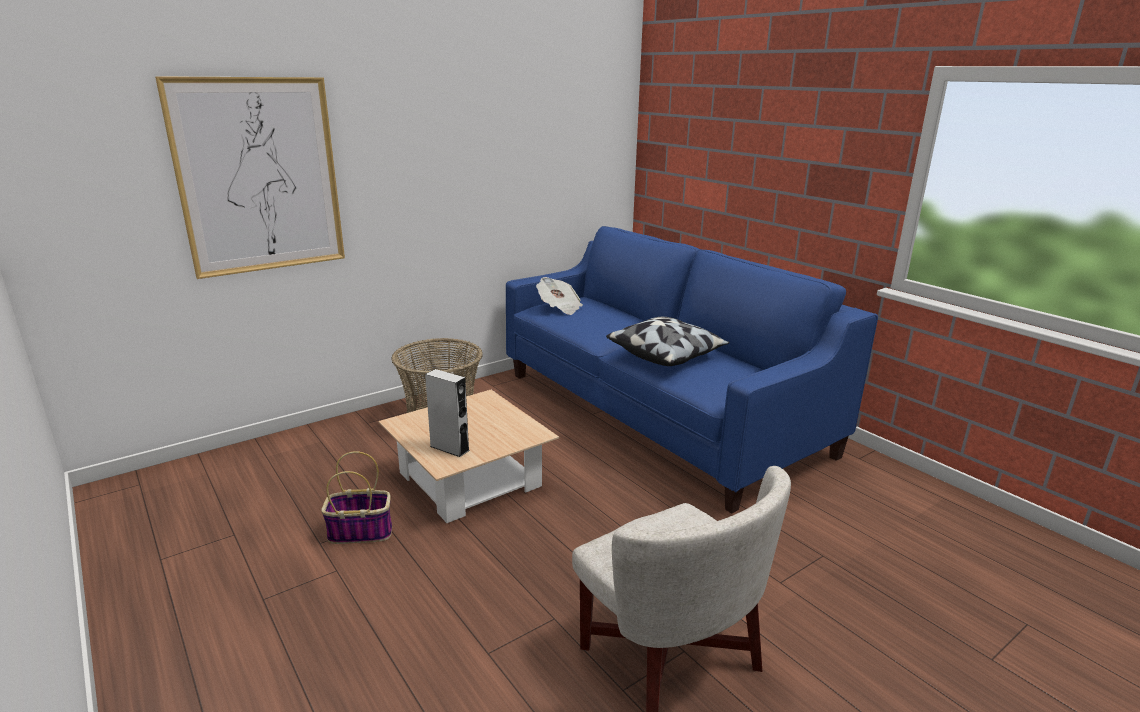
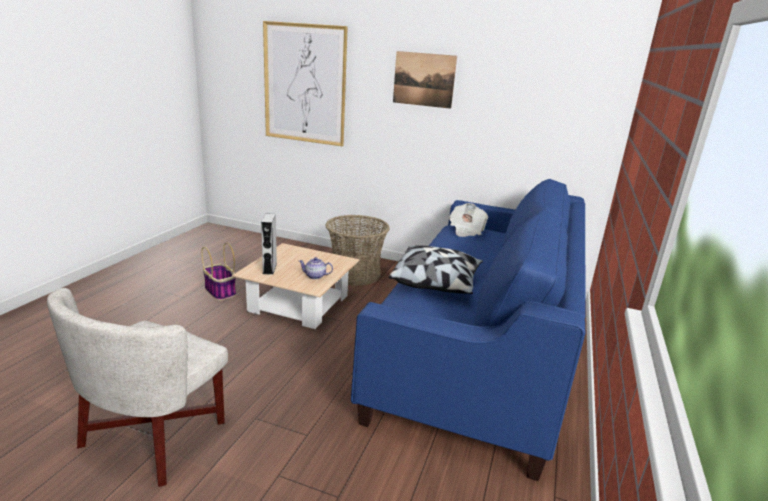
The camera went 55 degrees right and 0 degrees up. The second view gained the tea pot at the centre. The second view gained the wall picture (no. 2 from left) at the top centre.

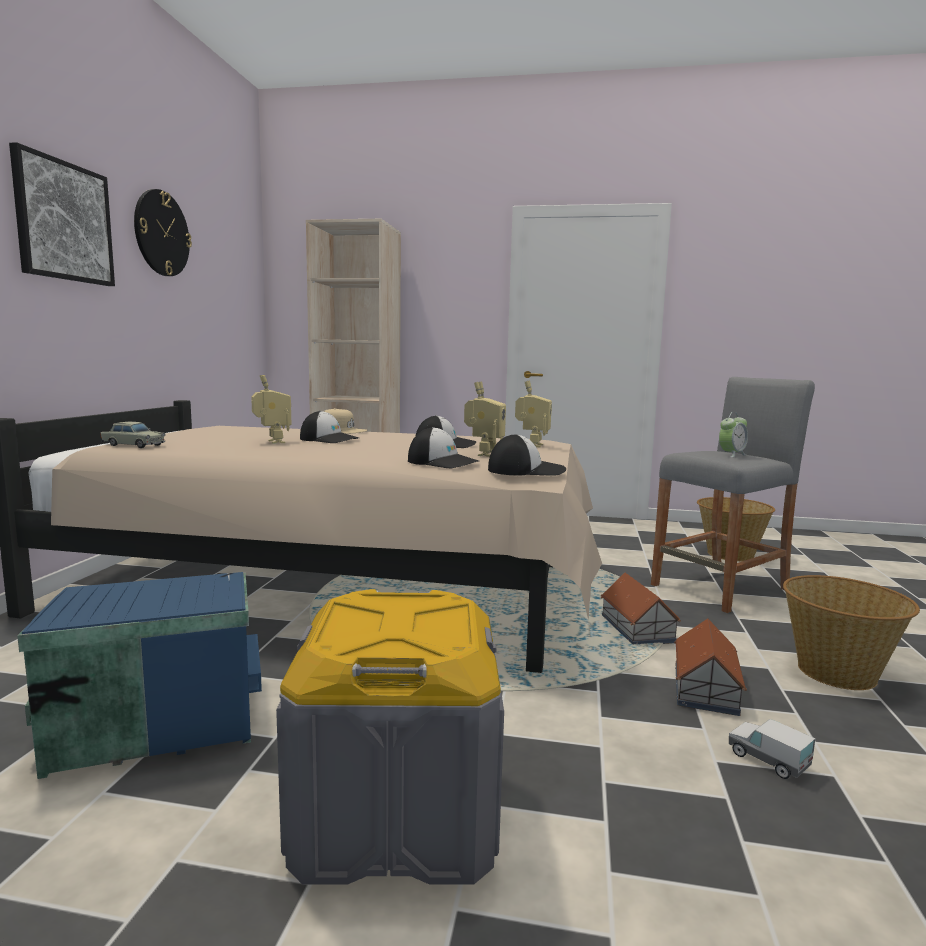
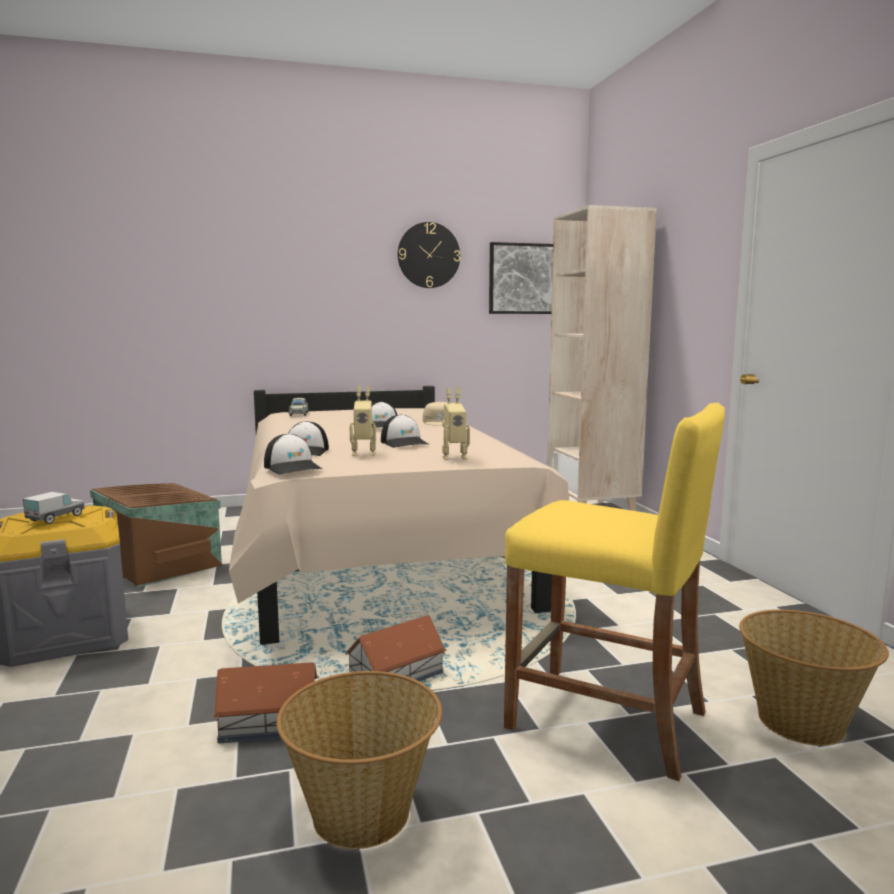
The camera went 65 degrees right and 0 degrees up. The second view lost the model robot (no. 1 from left) at the middle left. The second view lost the alarm clock at the middle right. The wall picture ended up elsewhere, having gone from the top left to the top centre. The toy truck ended up elsewhere, having gone from the bottom right to the middle left. What was the blue storage box at the bottom left turned into the brown-coloured storage box at the middle left. What was the greyish sitting stool at the middle right turned into the yellow-coloured sitting stool at the middle right.

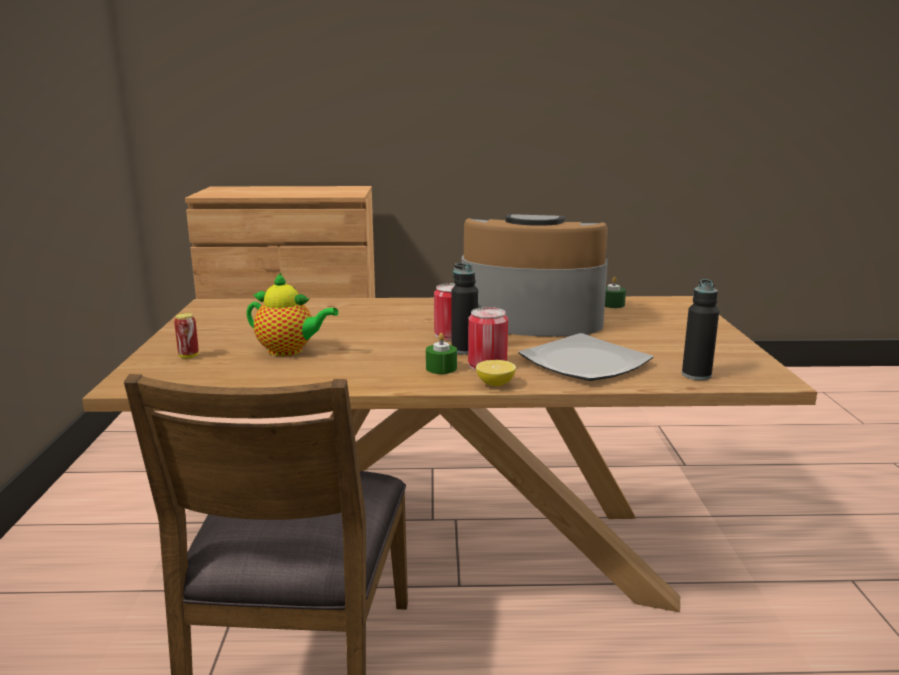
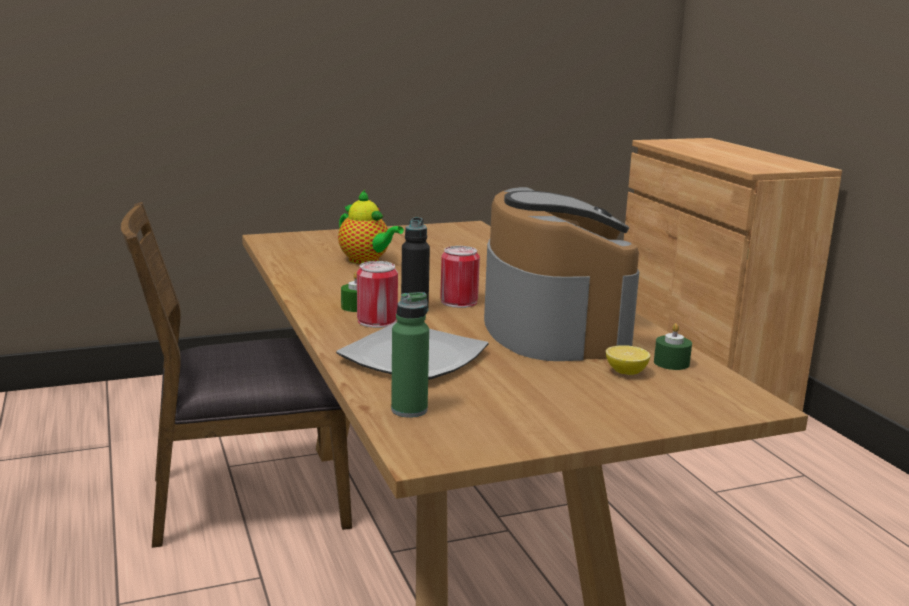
The camera went 70 degrees right and 0 degrees up. The second view lost the can (no. 1 from left) at the middle left. The whole lemon ended up elsewhere, having gone from the centre to the middle right. What was the black-coloured drink bottle (no. 2 from left) at the middle right turned into the green-coloured drink bottle at the centre. The tea pot at the middle left ended up facing another way, 45 degrees counterclockwise from before.

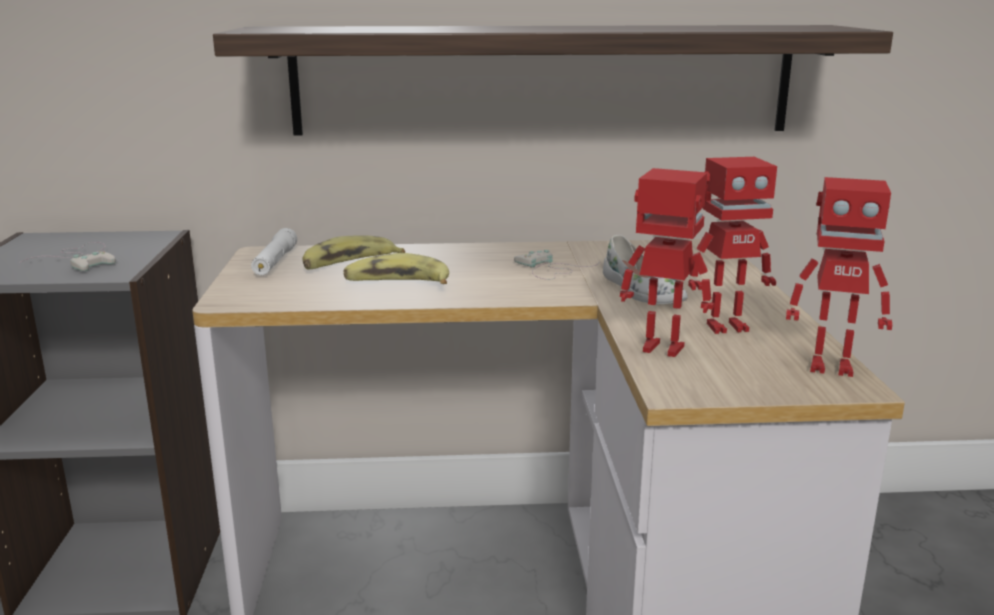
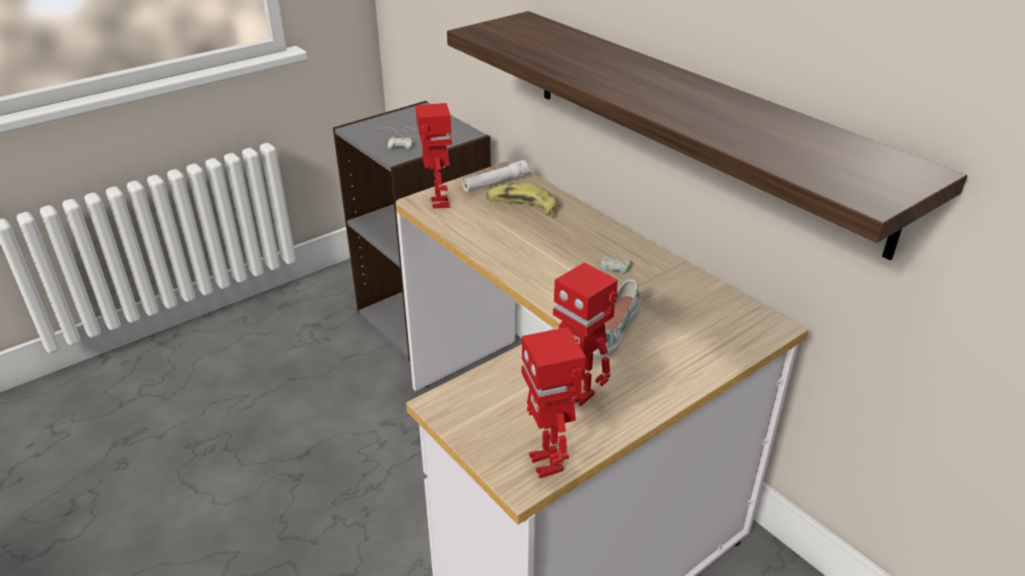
The camera went 55 degrees right and 15 degrees up. The second view lost the banana fruit (no. 2 from left) at the centre. The model robot (no. 1 from left) ended up elsewhere, having gone from the middle right to the top centre.

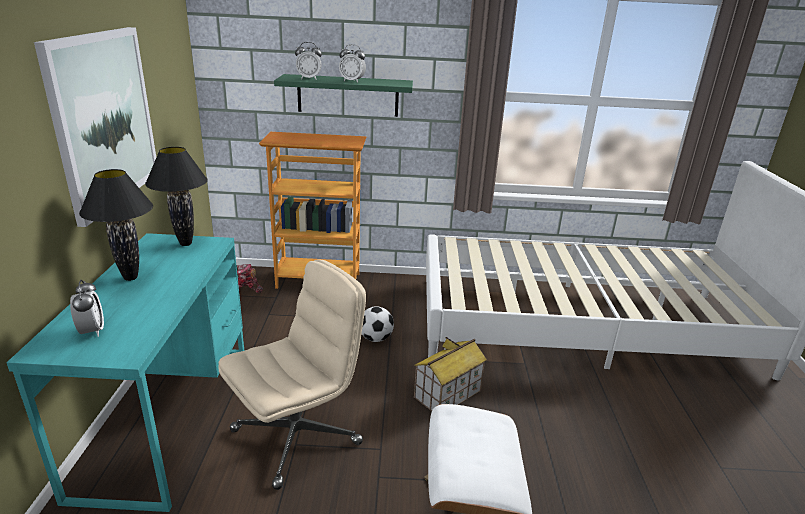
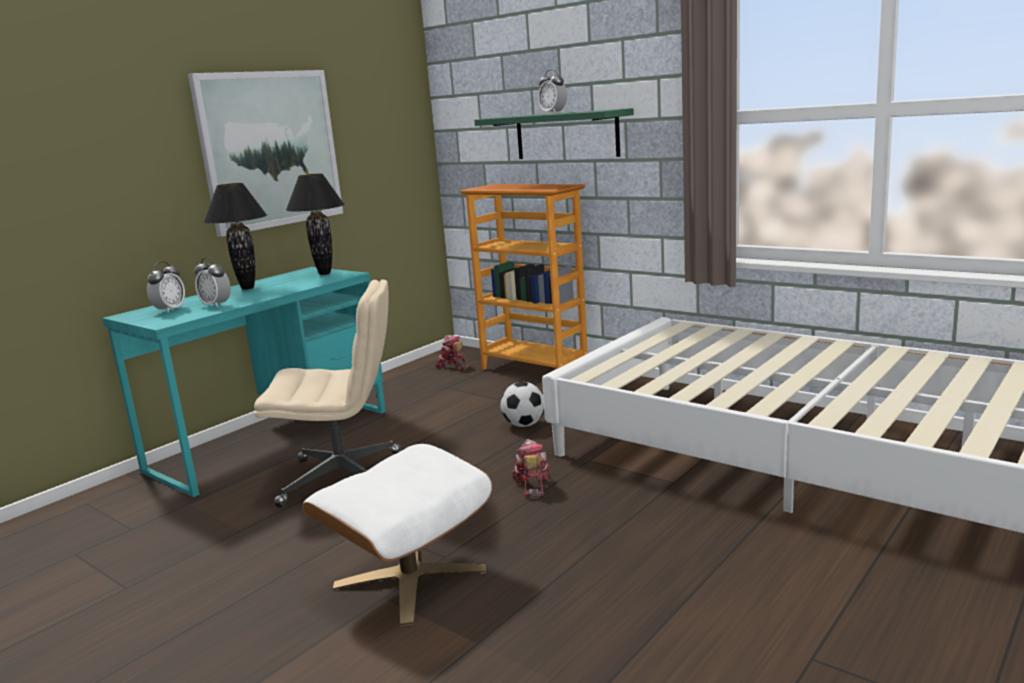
The camera went 40 degrees right and 10 degrees down. The alarm clock (no. 2 from left) ended up elsewhere, having gone from the top centre to the middle left. Where the miniature house stood at the bottom centre, the model robot (no. 2 from left) came to stand at the bottom centre.

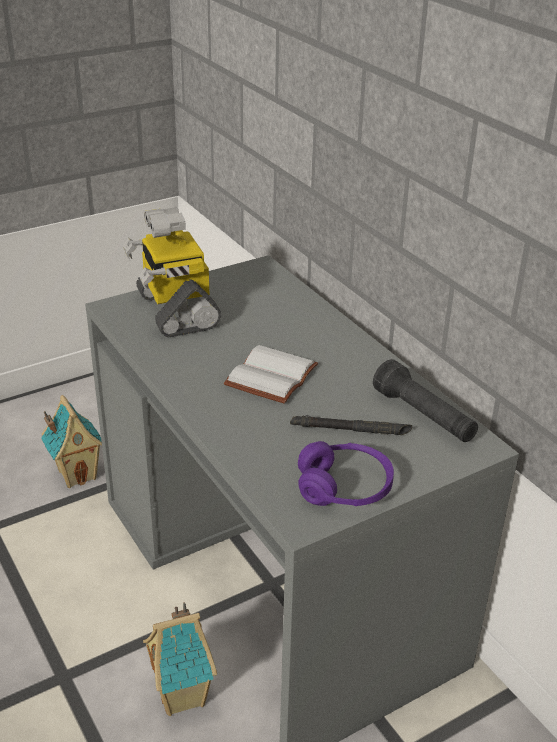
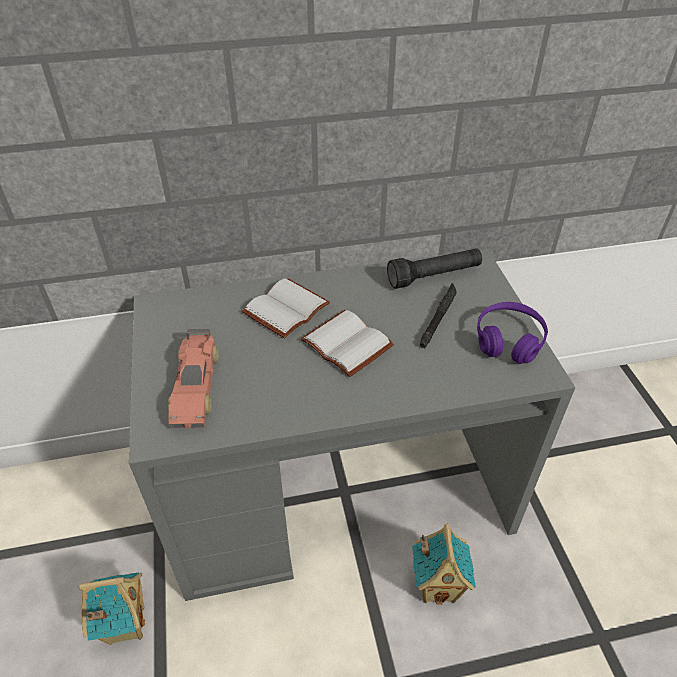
The camera went 70 degrees left and 10 degrees up. The second view gained the white-coloured bound book (no. 1 from left) at the centre. Where the model robot stood at the middle left, the toy car came to stand at the middle left.

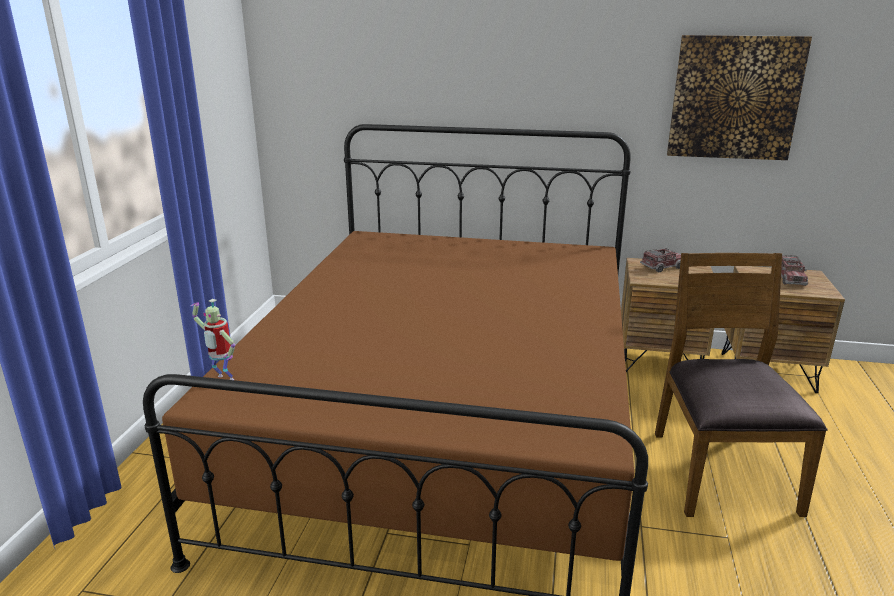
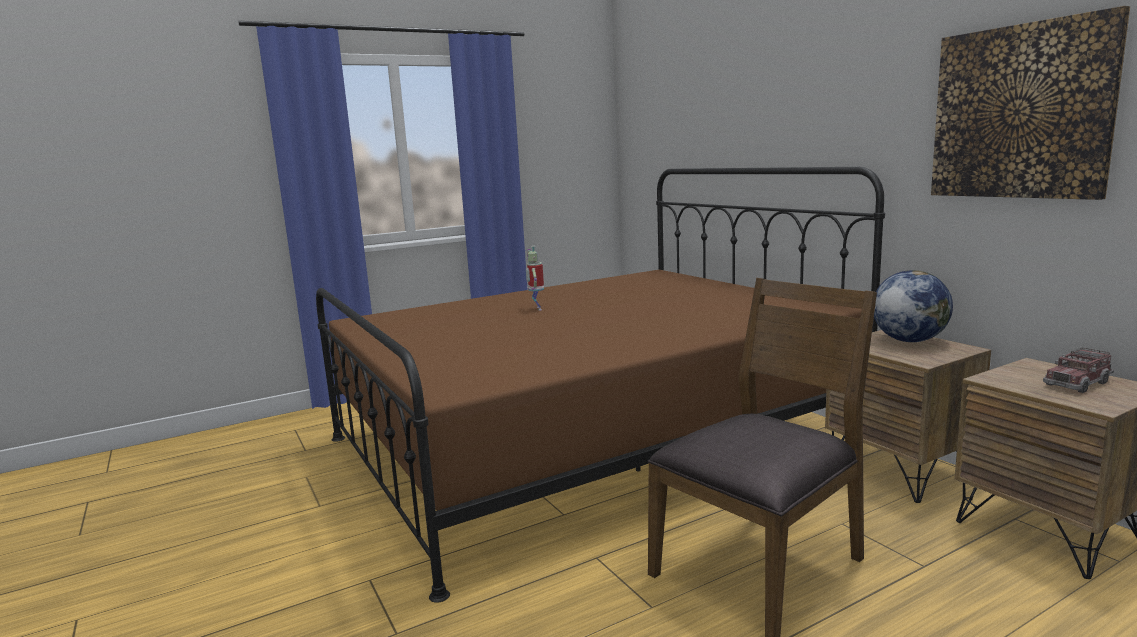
The camera went 50 degrees right and 10 degrees down. The model robot ended up elsewhere, having gone from the middle left to the centre. Where the toy truck (no. 1 from left) stood at the middle right, the globe came to stand at the middle right.

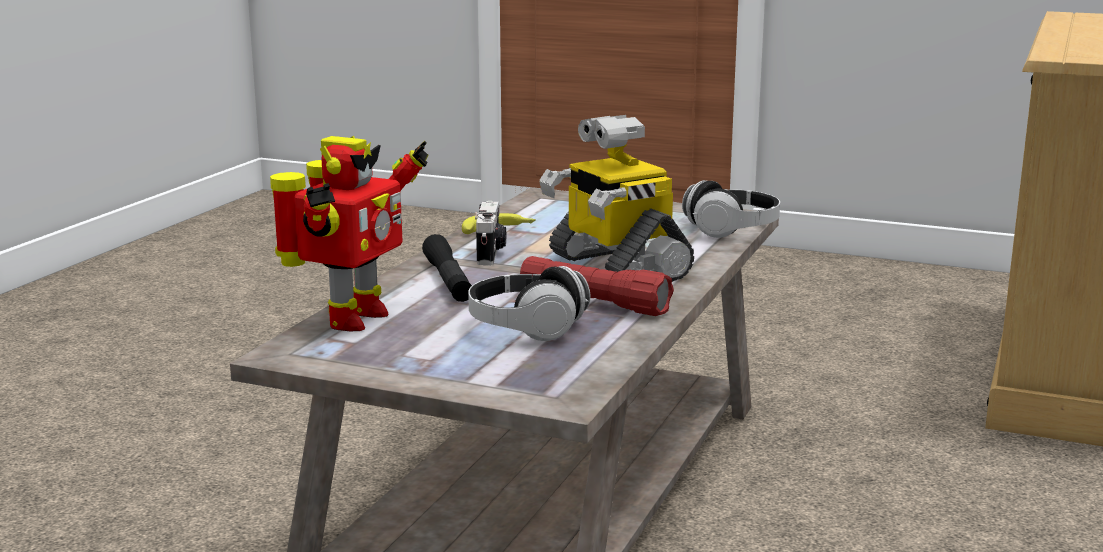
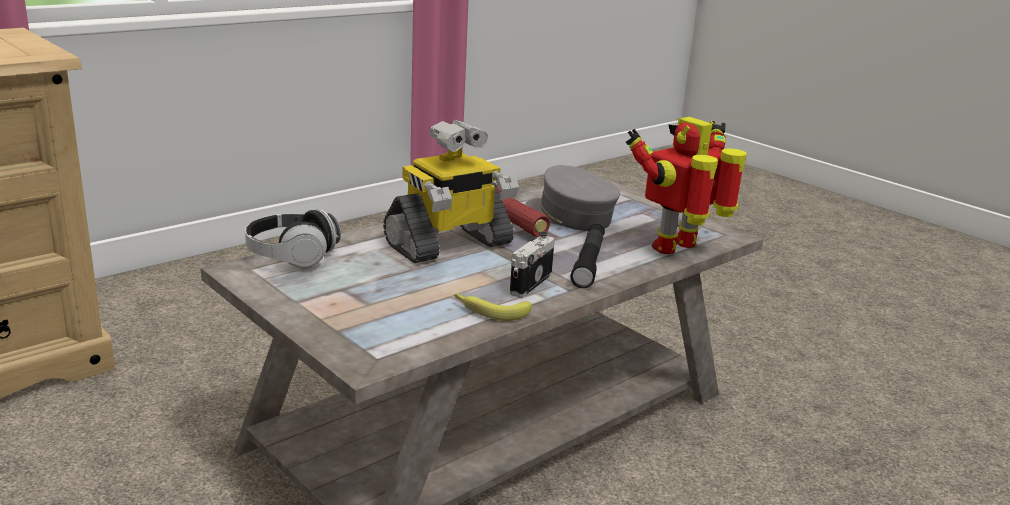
The camera went 155 degrees left and 5 degrees up. Where the headset (no. 1 from left) stood at the centre, the greyish peaked cap came to stand at the centre. The model robot (no. 2 from left in the first image) at the centre ended up facing another way, 60 degrees clockwise from before.

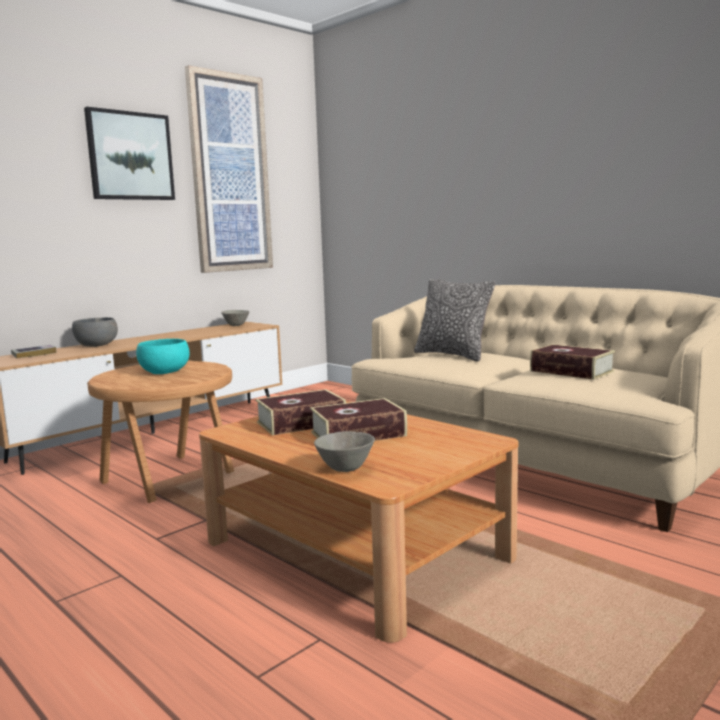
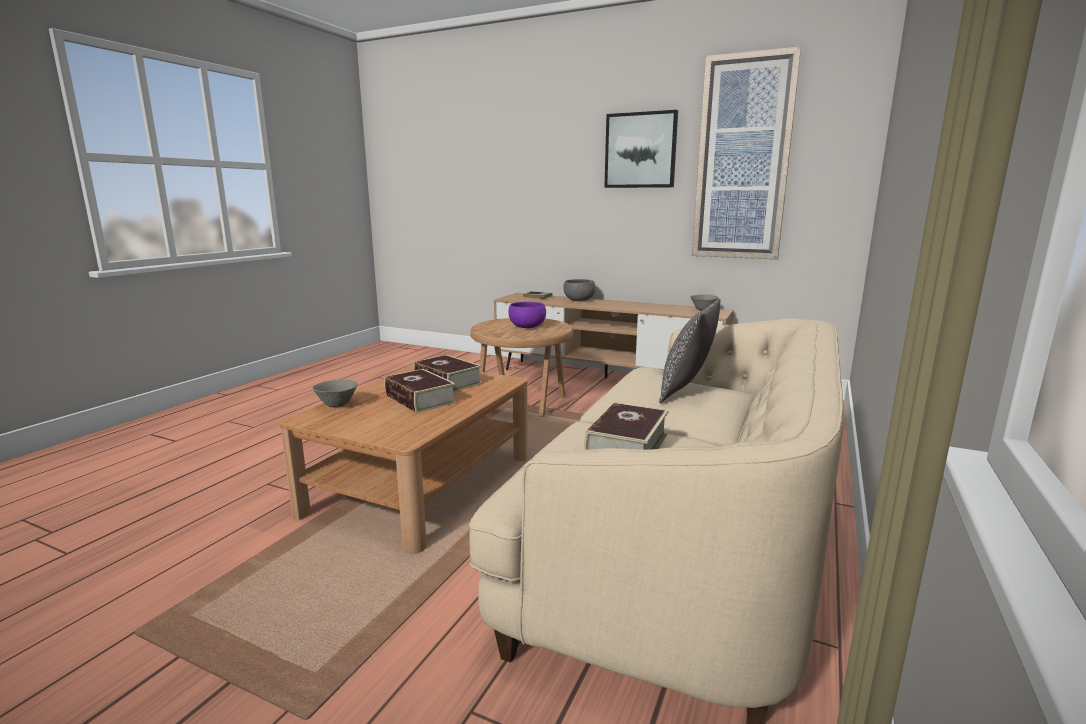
The camera went 70 degrees right and 5 degrees up. What was the blue-green serving bowl at the middle left turned into the purplish serving bowl at the centre.

